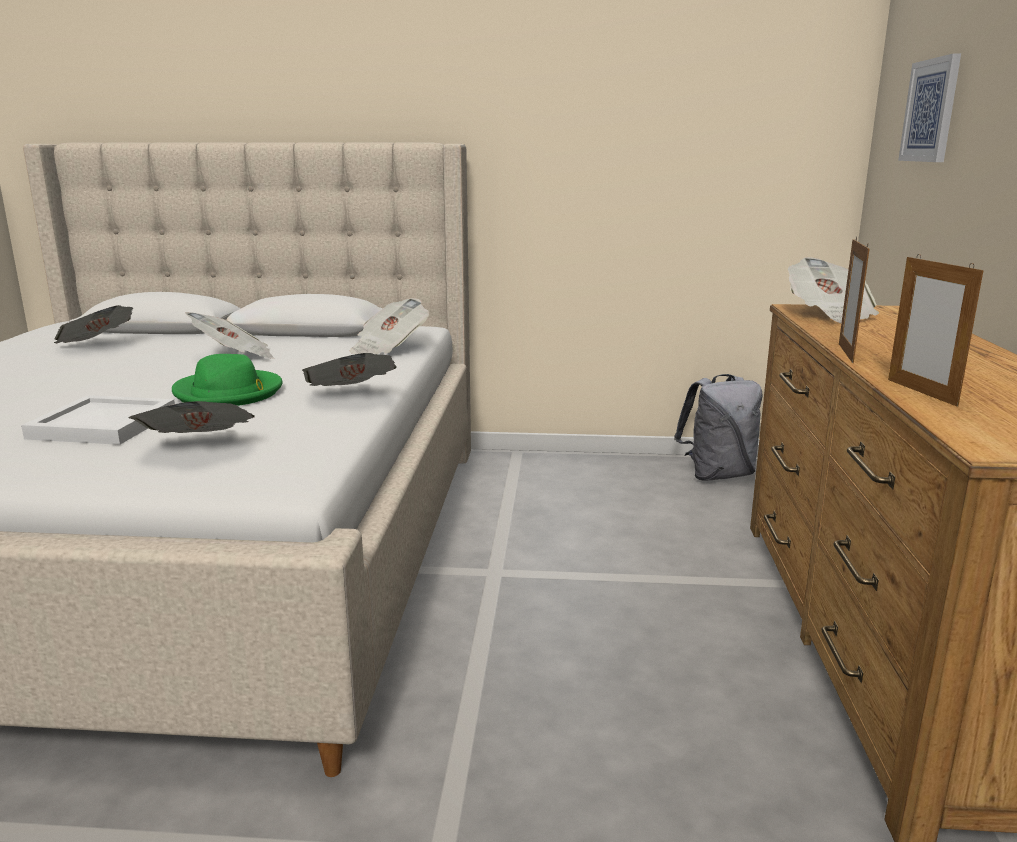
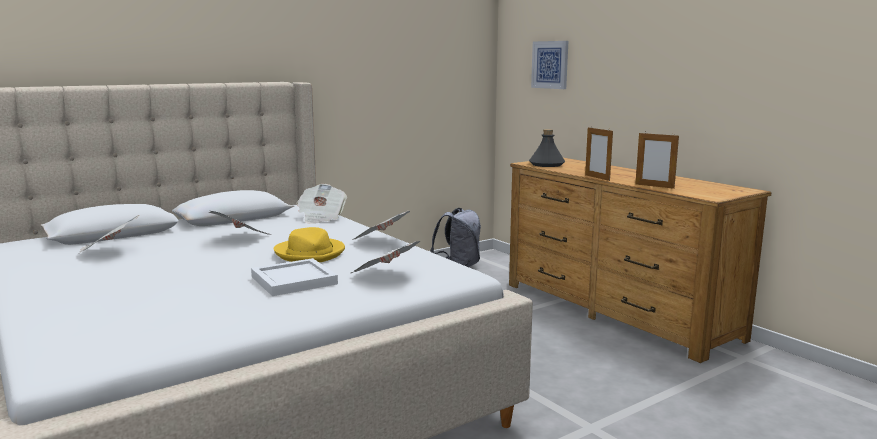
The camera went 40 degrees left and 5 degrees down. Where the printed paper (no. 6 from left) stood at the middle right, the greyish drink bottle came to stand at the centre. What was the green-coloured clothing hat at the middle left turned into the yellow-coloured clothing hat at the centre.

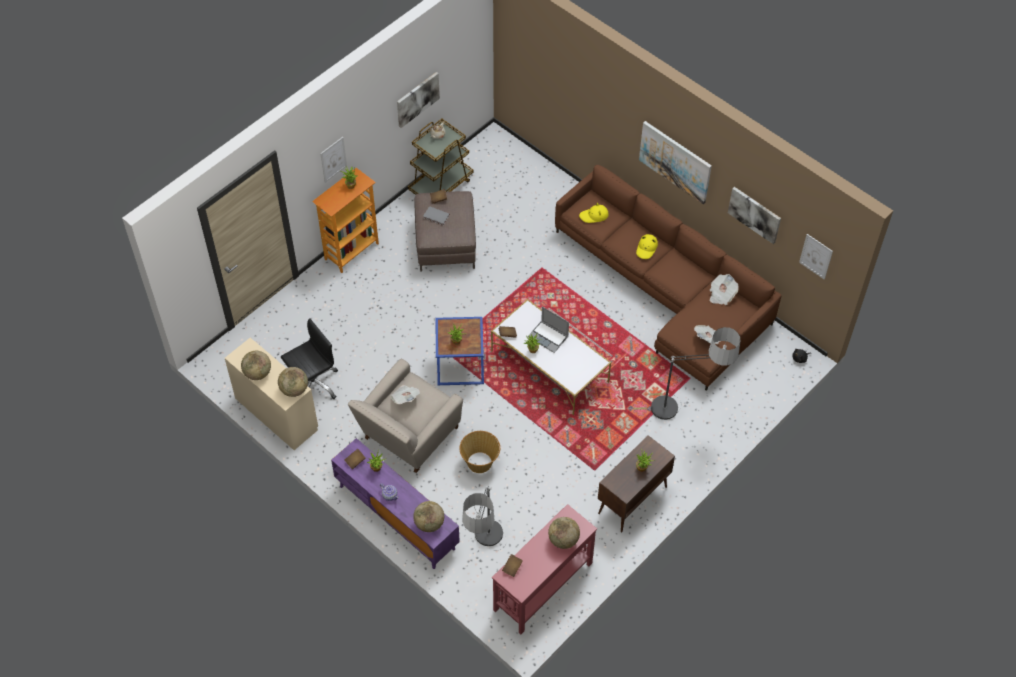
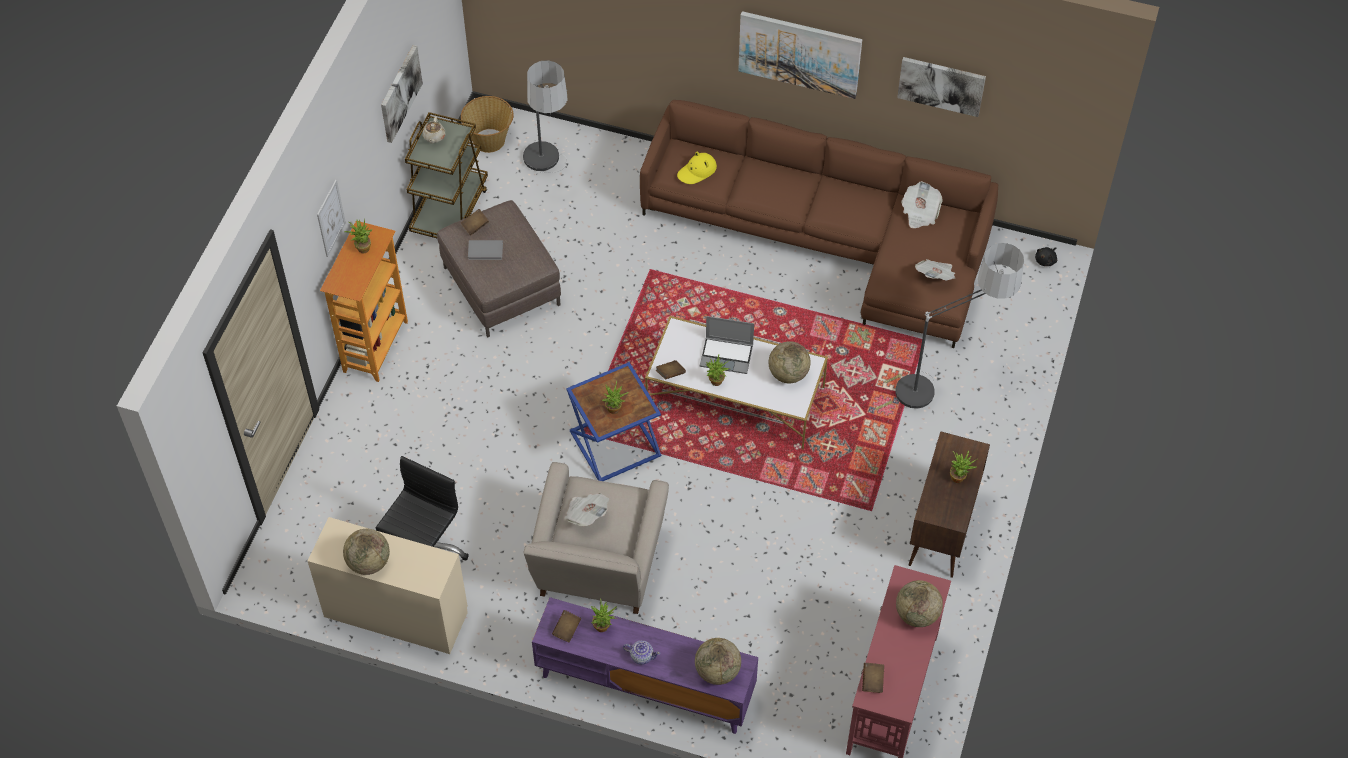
The camera went 25 degrees left and 0 degrees up. The second view lost the yellow-coloured clothing hat (no. 2 from left) at the centre. The second view lost the wall picture (no. 5 from left) at the middle right. The globe (no. 2 from left in the first image) ended up elsewhere, having gone from the middle left to the centre. The basket ended up elsewhere, having gone from the bottom centre to the top centre. The floor lamp (no. 1 from left) ended up elsewhere, having gone from the bottom centre to the top centre.

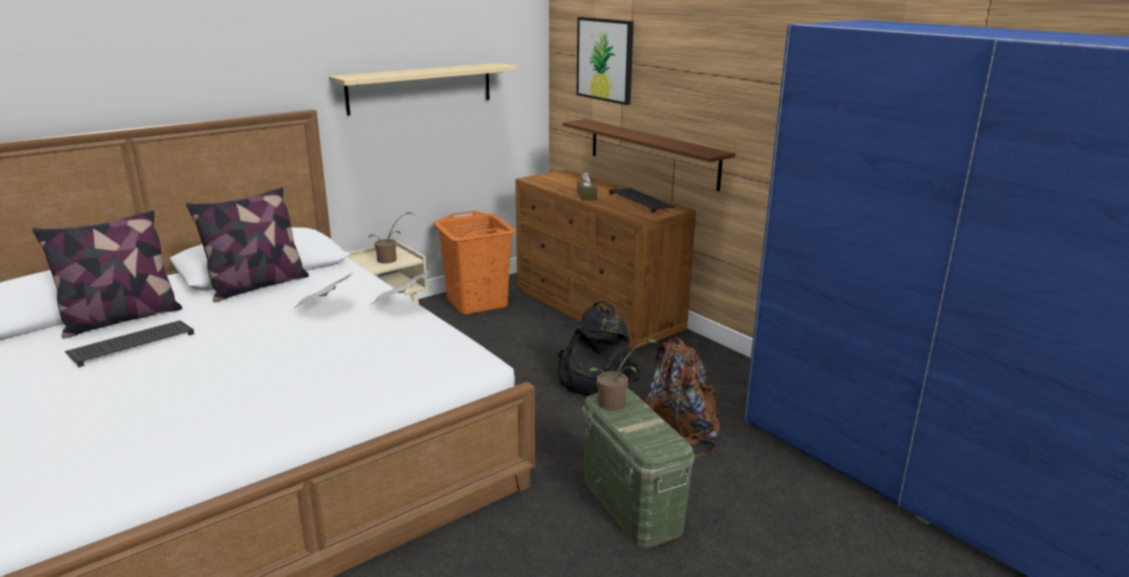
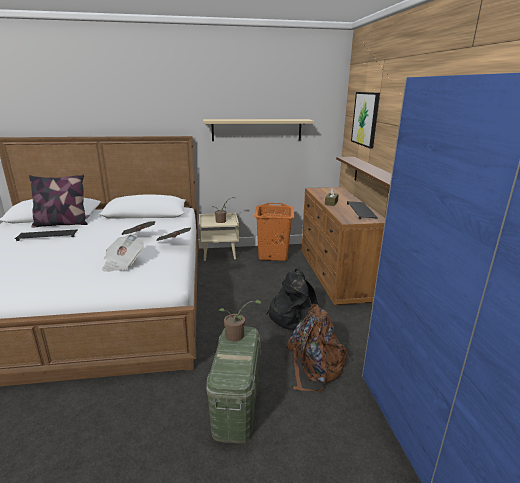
The camera went 30 degrees right and 0 degrees up. The second view lost the pillow (no. 2 from left) at the middle left. The second view gained the printed paper (no. 1 from left) at the middle left.

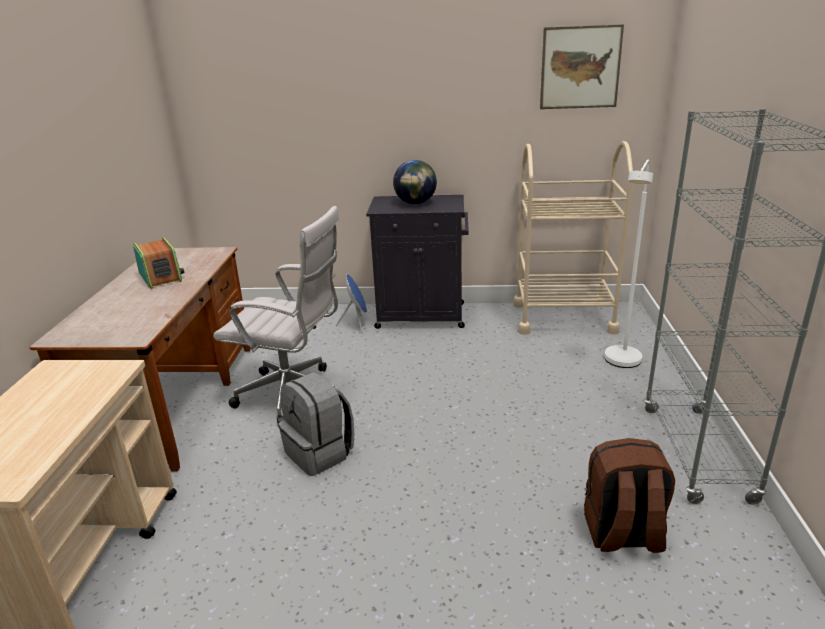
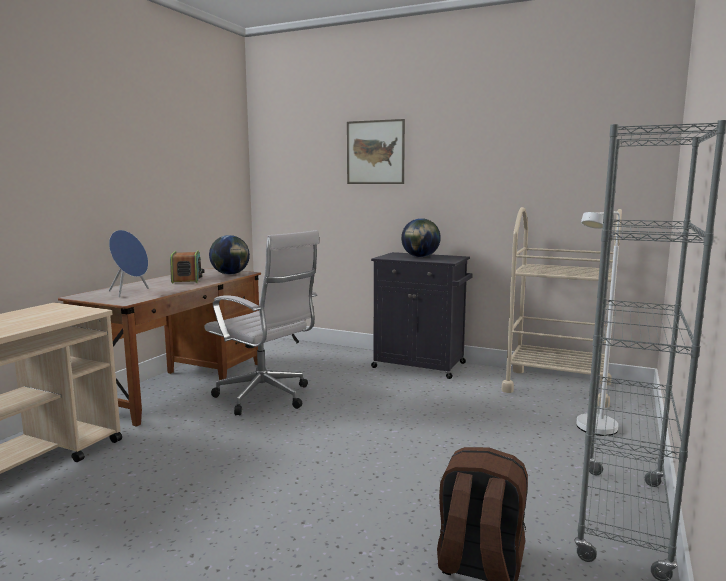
The camera went 20 degrees right and 15 degrees down. The second view lost the greyish rucksack at the bottom centre. The second view gained the globe (no. 1 from left) at the middle left. The blue loudspeaker ended up elsewhere, having gone from the centre to the middle left. The wall picture ended up elsewhere, having gone from the top right to the top centre.

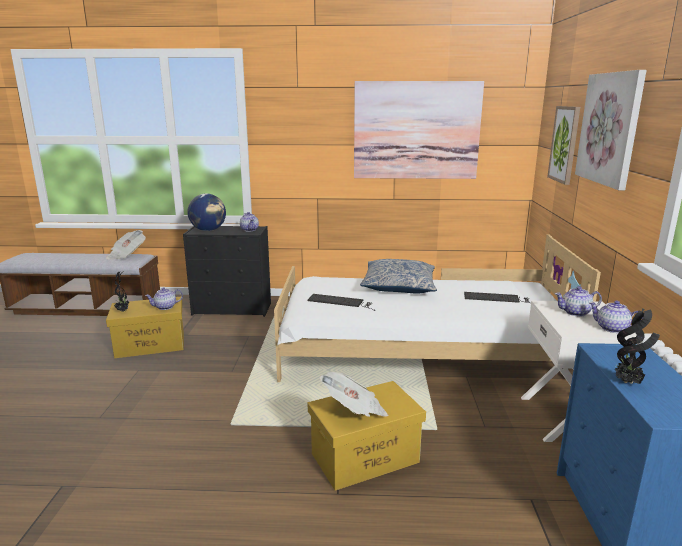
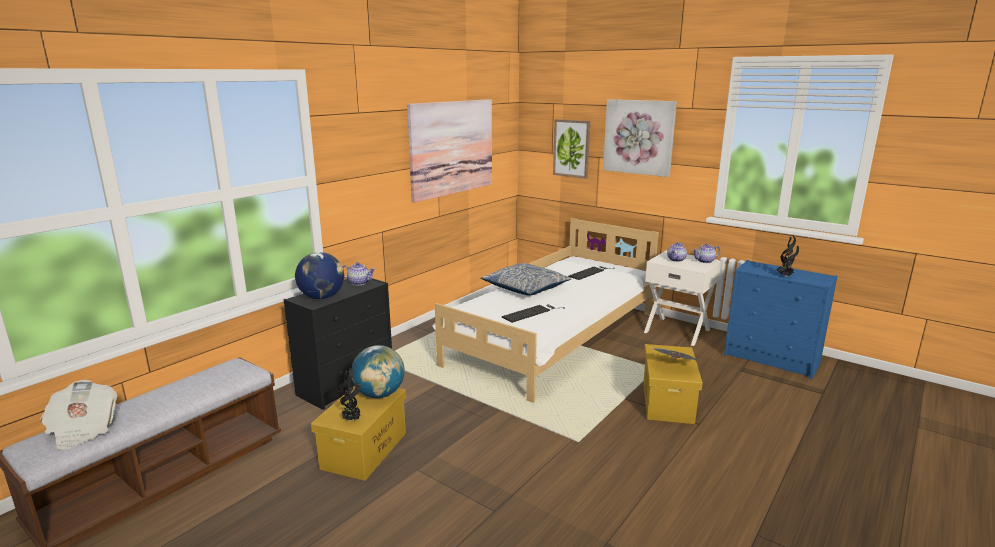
The camera went 55 degrees left and 0 degrees up. The printed paper (no. 1 from left) ended up elsewhere, having gone from the middle left to the bottom left. Where the tea pot (no. 1 from left) stood at the middle left, the globe (no. 2 from left) came to stand at the bottom centre.

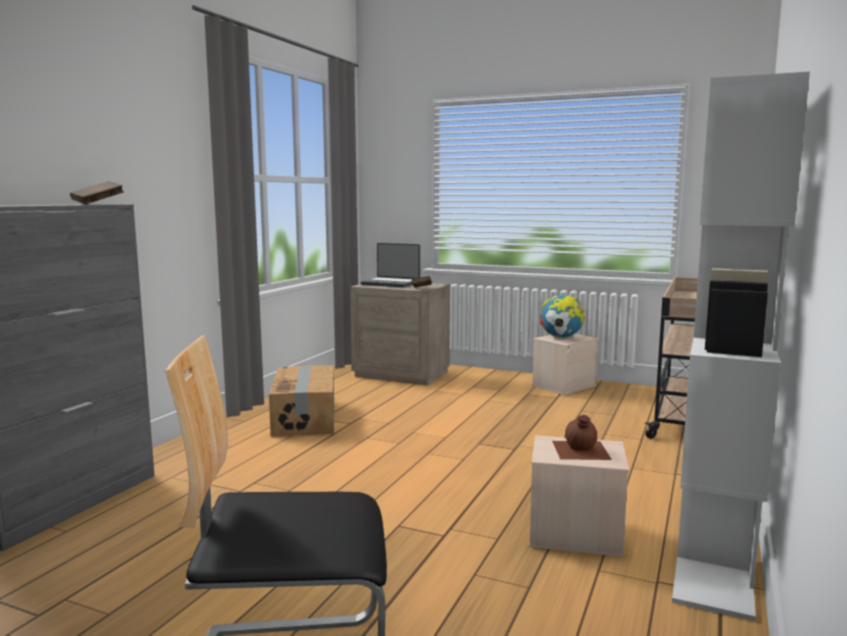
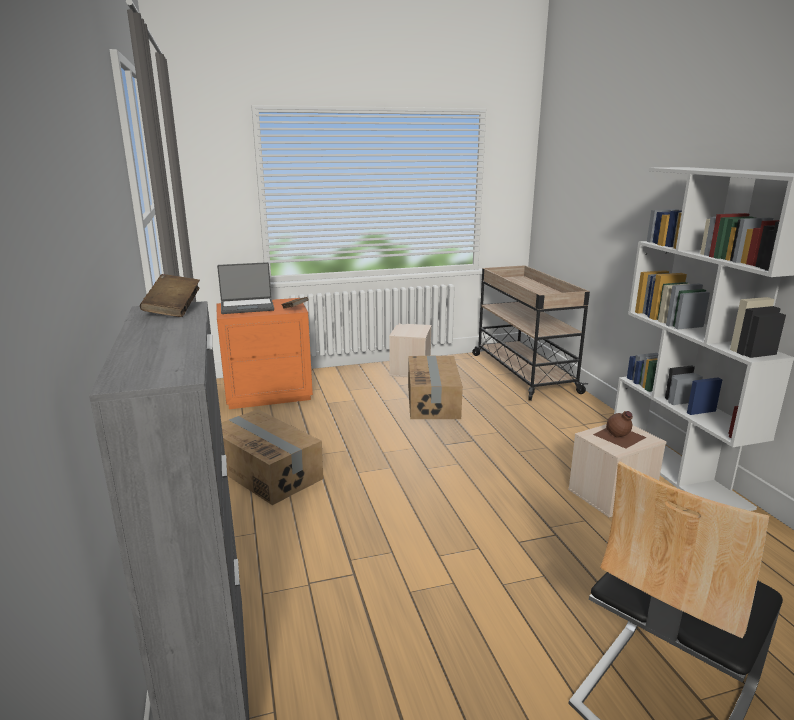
The camera went 40 degrees left and 10 degrees up. The second view lost the globe at the centre. The second view gained the packing box (no. 2 from left) at the centre. What was the beige-coloured night table at the centre turned into the orangey night table at the middle left.

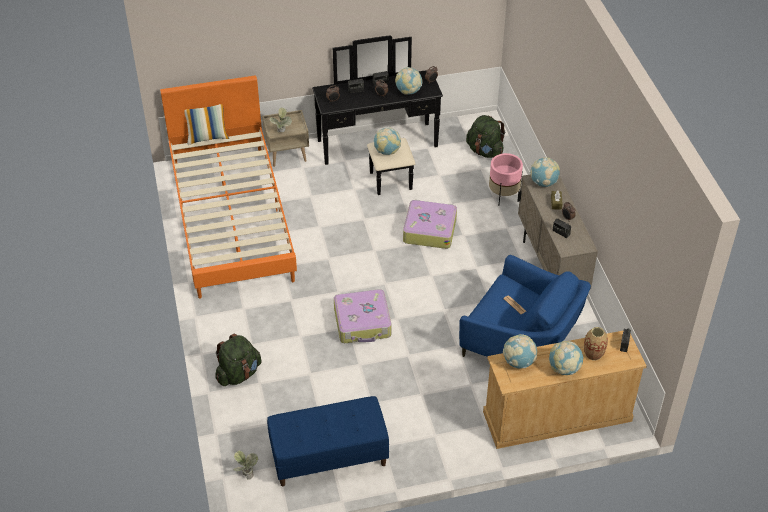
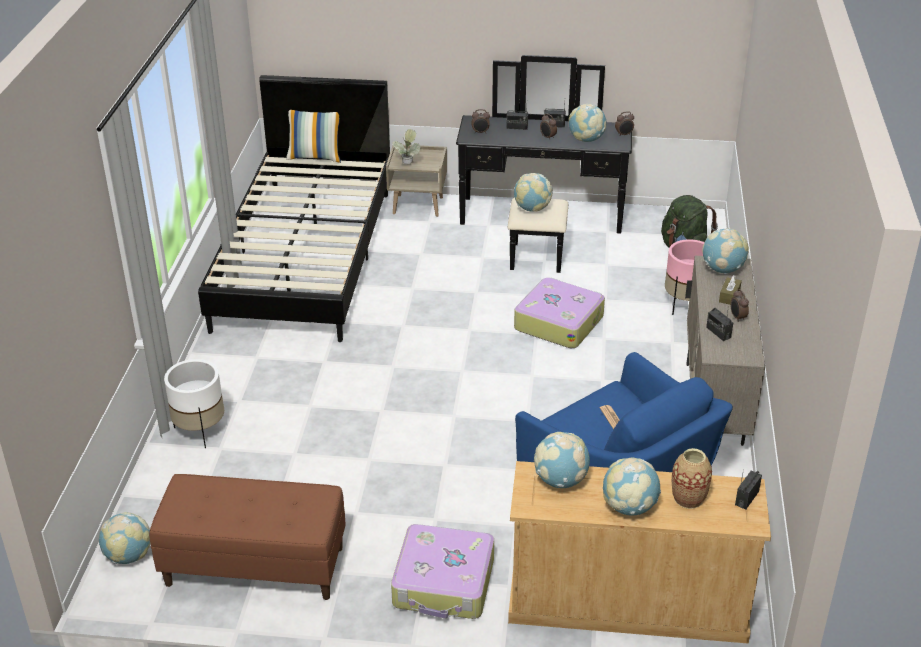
The camera went 20 degrees right and 10 degrees down. The piece of luggage (no. 1 from left) ended up elsewhere, having gone from the centre to the bottom centre. Where the green-coloured rucksack (no. 1 from left) stood at the bottom left, the white-coloured flower pot came to stand at the middle left. Where the plant in a pot (no. 1 from left) stood at the bottom left, the globe (no. 1 from left) came to stand at the bottom left. What was the orangey bedroom bed at the middle left turned into the black-coloured bedroom bed at the top left. What was the blue bench at the bottom centre turned into the brown-coloured bench at the bottom left.

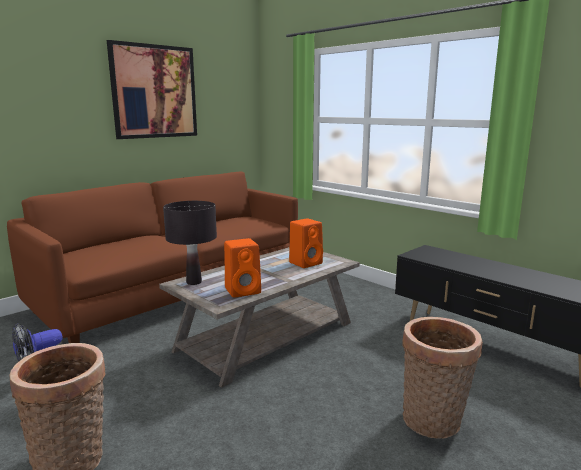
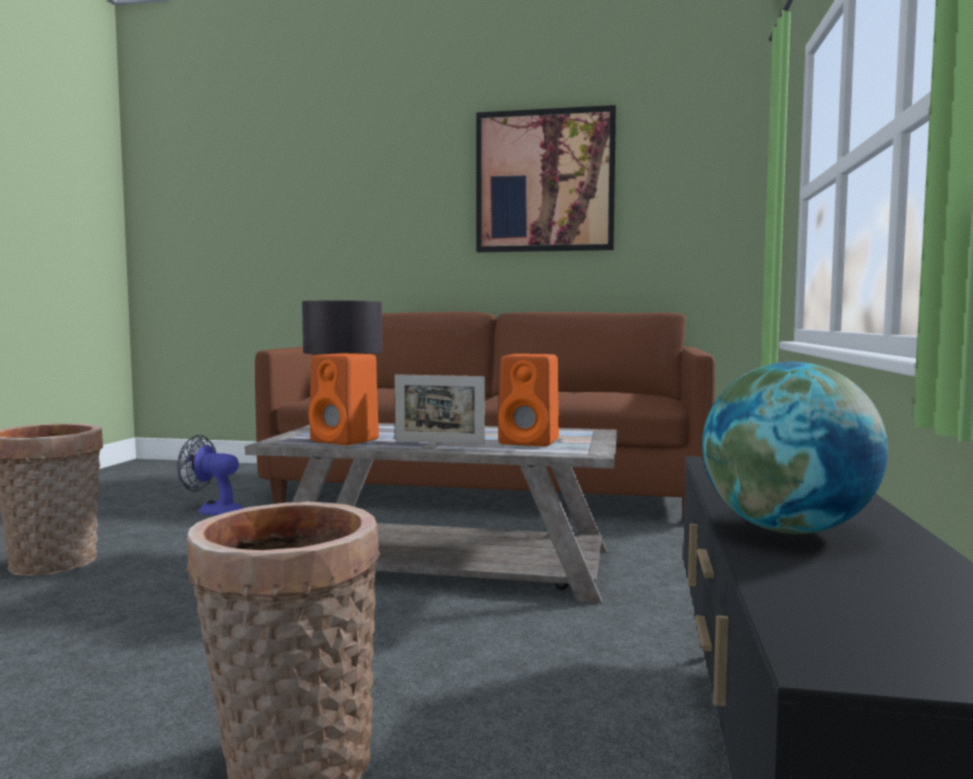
The camera went 55 degrees right and 10 degrees down. The second view gained the photo frame at the centre. The second view gained the globe at the middle right.

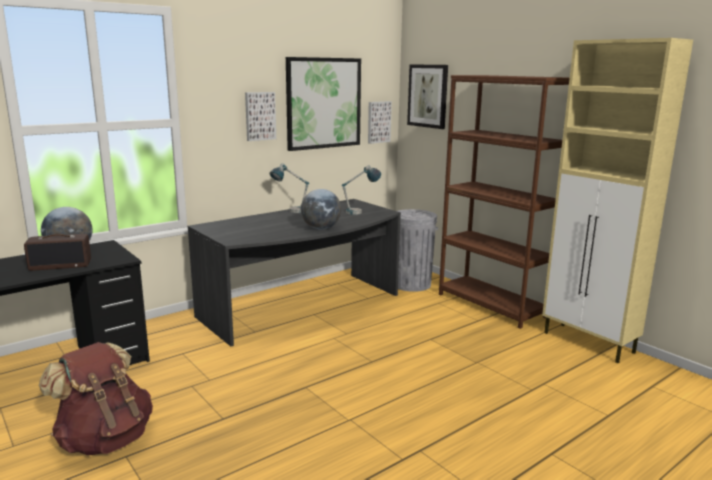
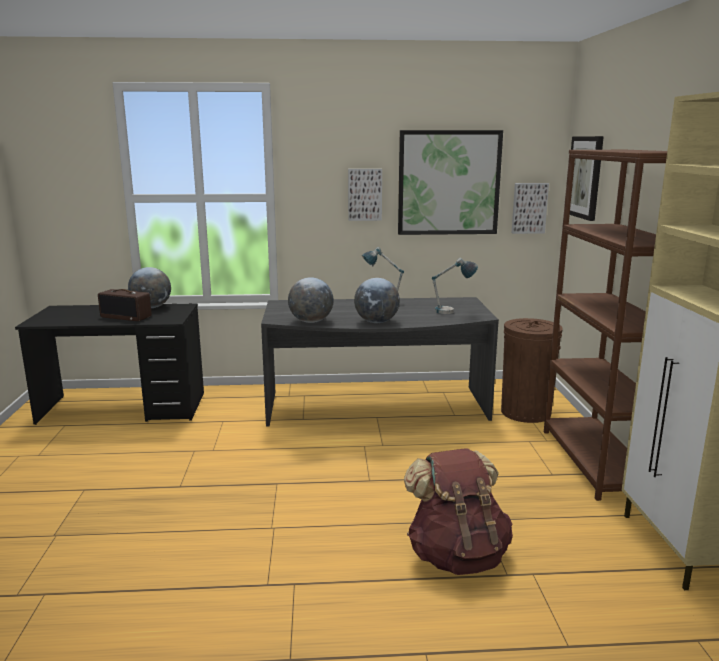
The camera went 35 degrees right and 0 degrees up. The second view gained the globe (no. 2 from left) at the centre. The brown-coloured rucksack ended up elsewhere, having gone from the bottom left to the bottom centre. What was the greyish rubbish bin at the centre turned into the brown-coloured rubbish bin at the middle right.

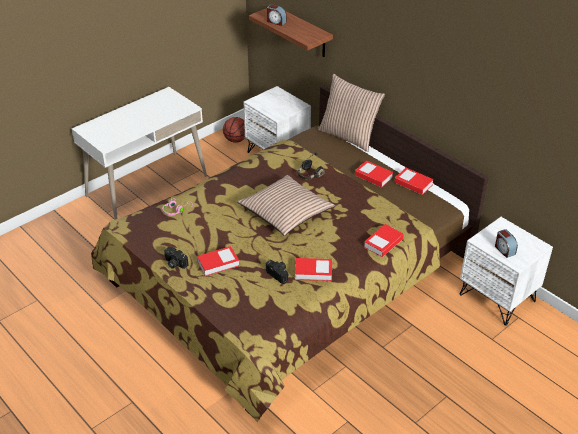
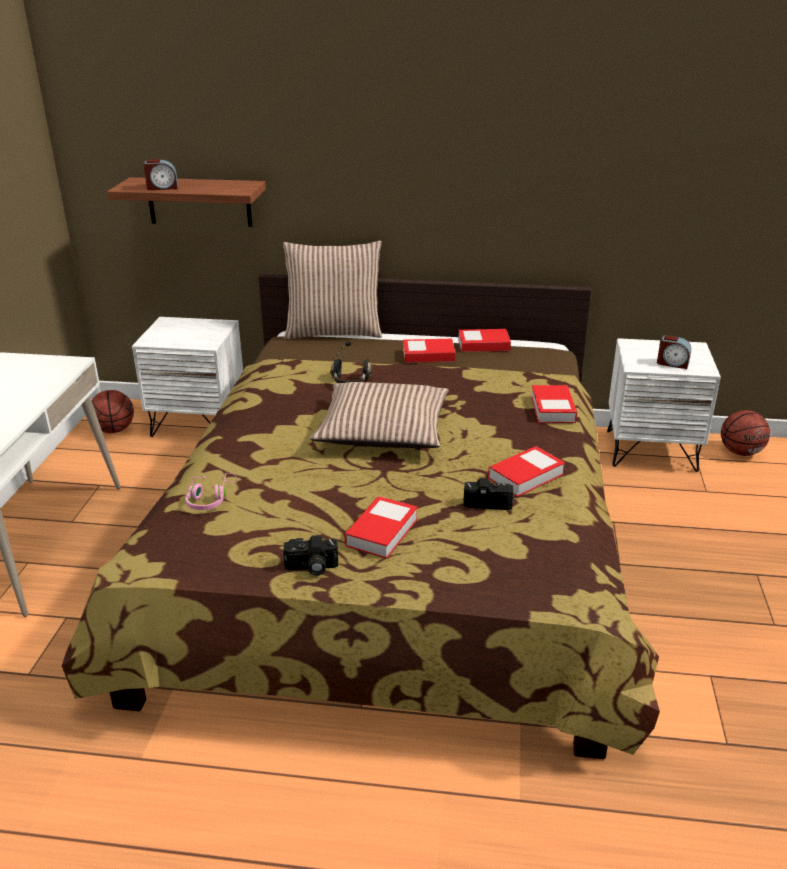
The camera went 40 degrees left and 10 degrees down. The second view gained the ball for basketball (no. 2 from left) at the middle right.

